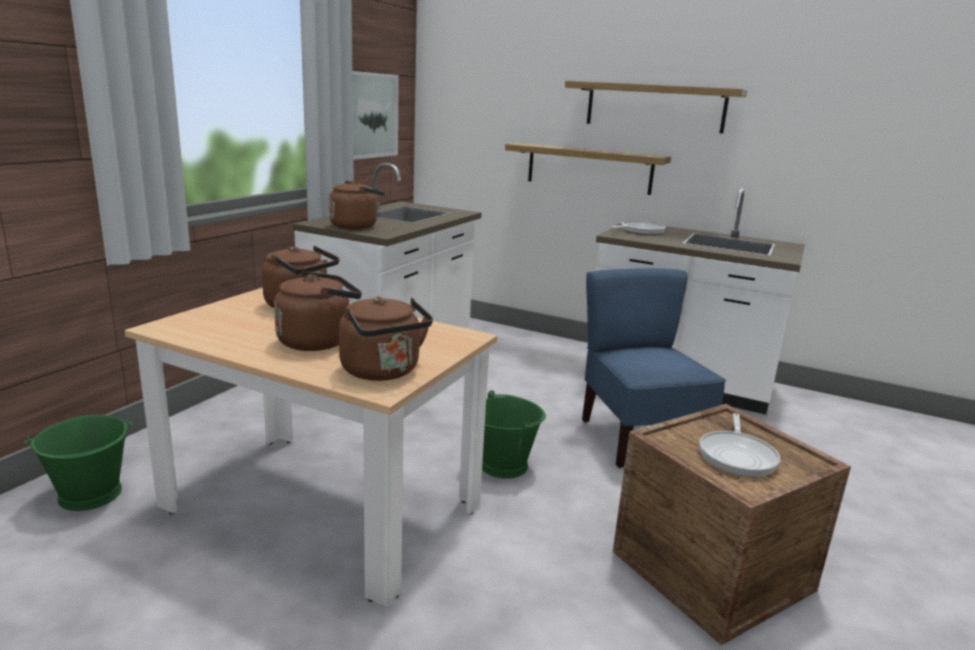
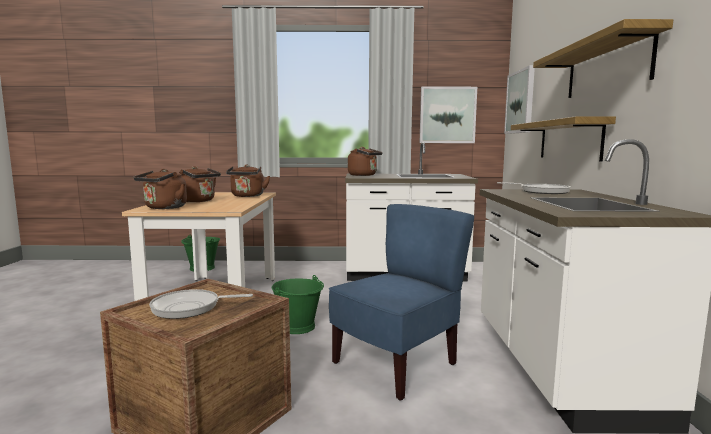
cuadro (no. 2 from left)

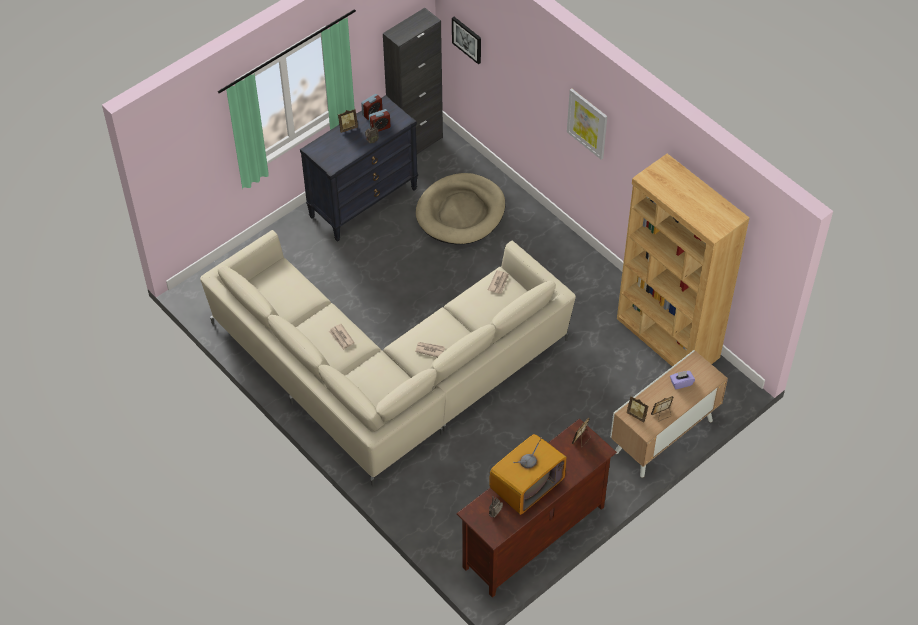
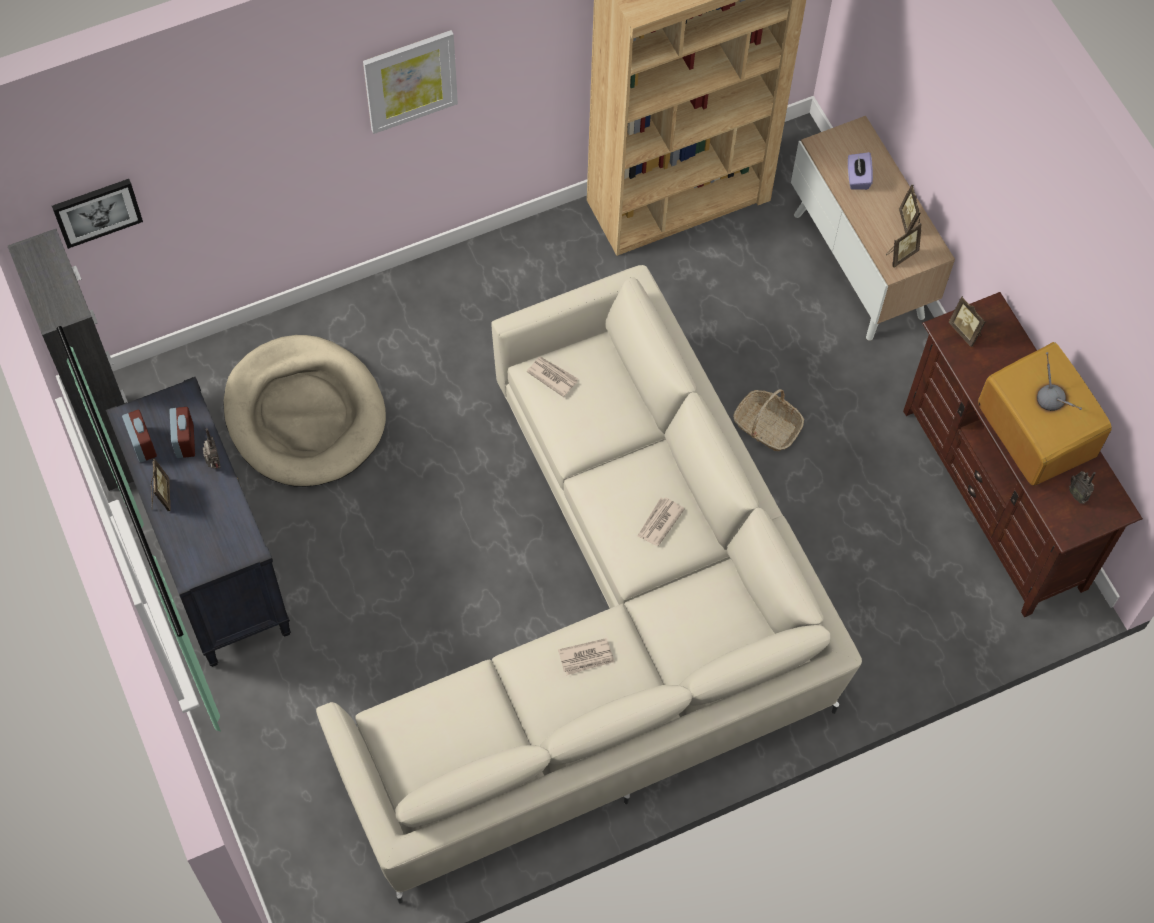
cesta

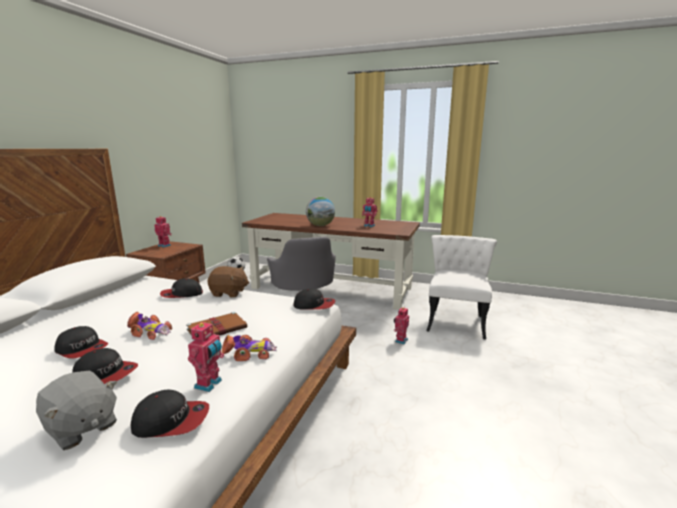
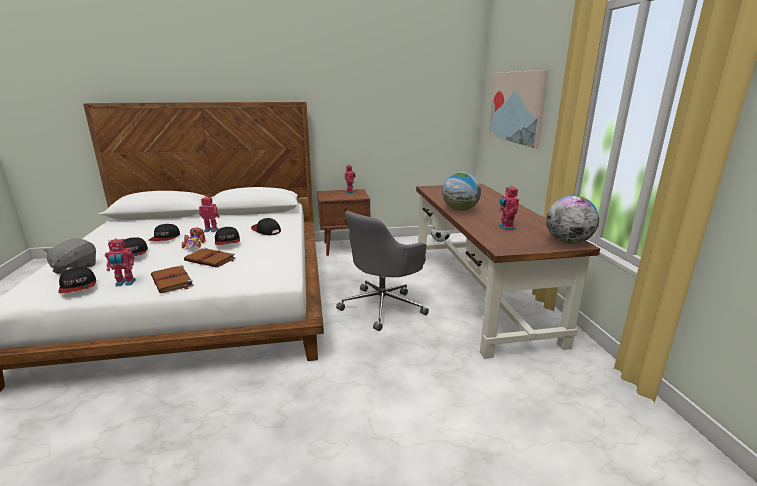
libro [marrón] (no. 1 from left); robot de juguete (no. 2 from left); gorra (no. 4 from left); cuadro; globo terráqueo (no. 2 from left); peluche [marrón]; silla [blanco]

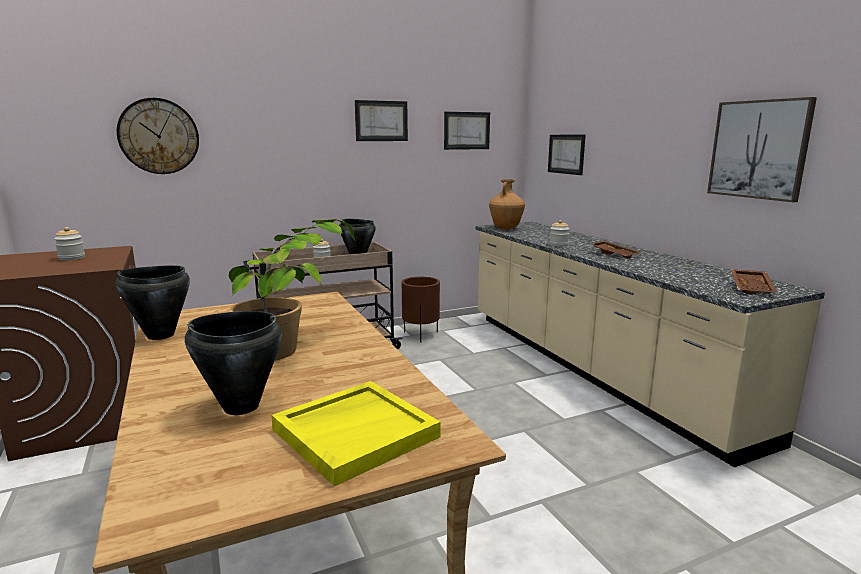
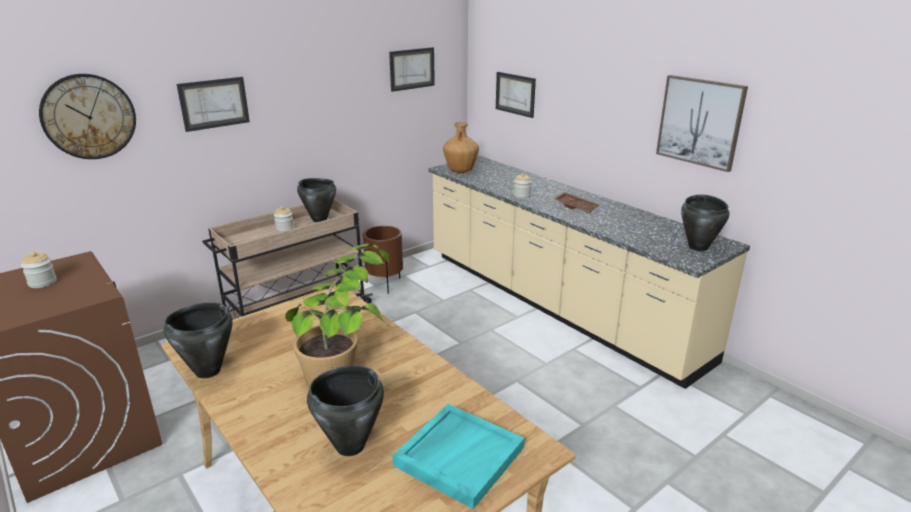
cuadro (no. 1 from left); bandeja [turquesa]; olla [negro] (no. 4 from left)

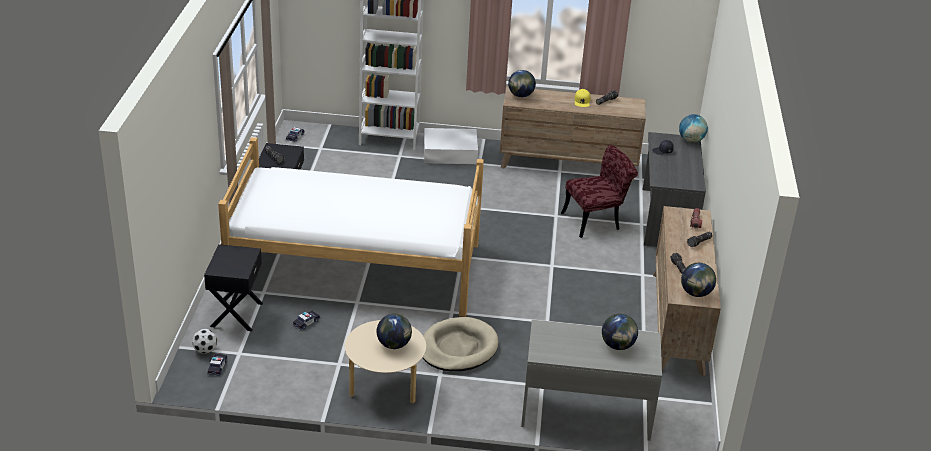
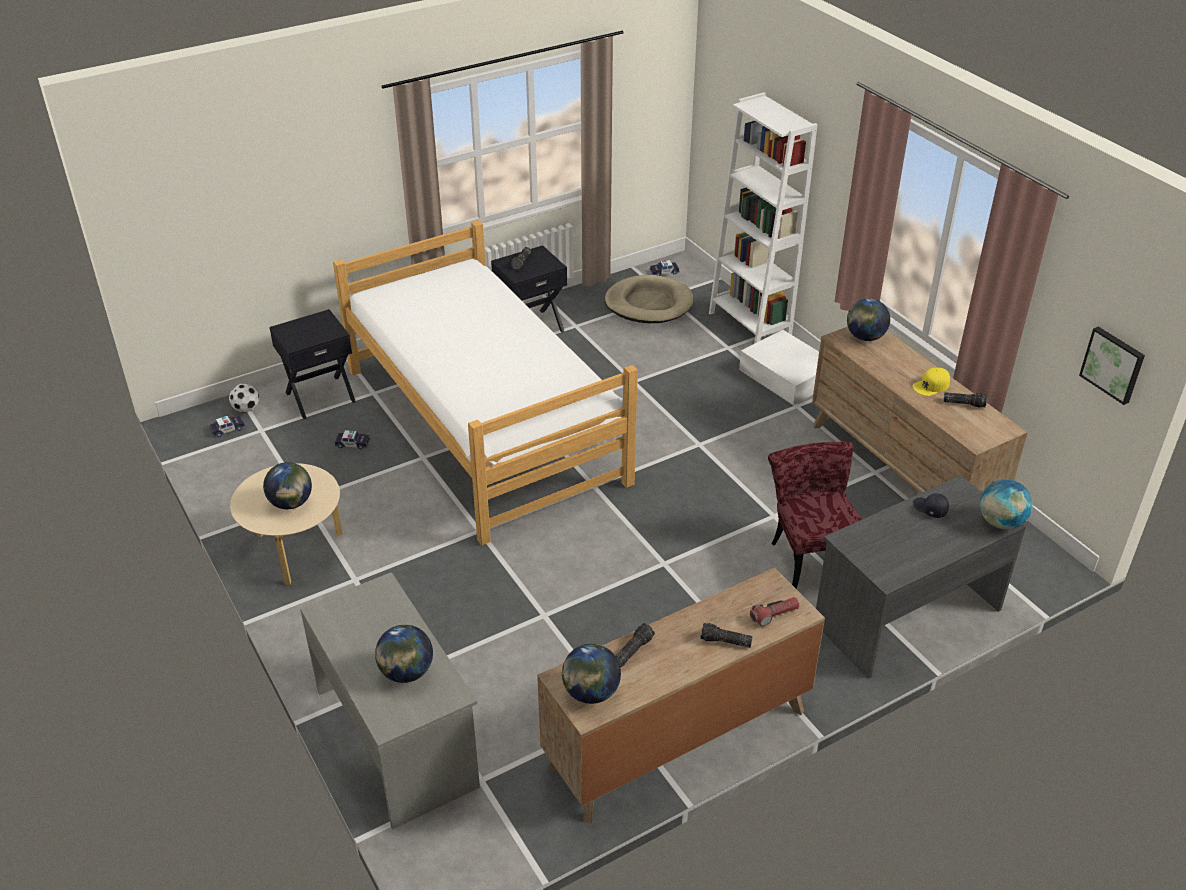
cama para perro [beis]; silla [rojo]; cuadro

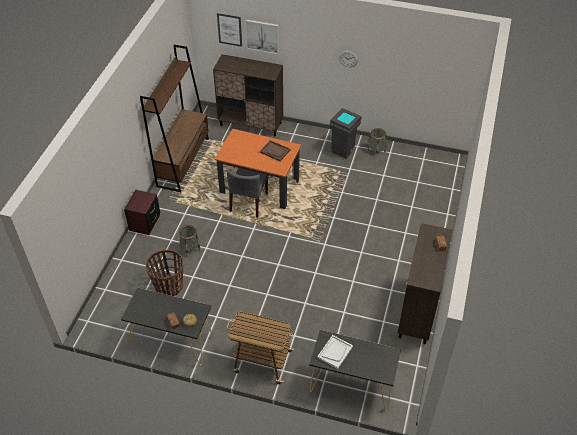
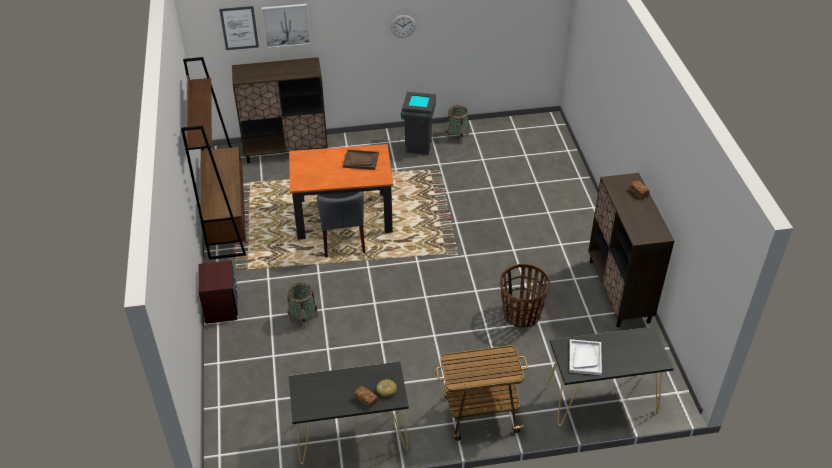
cesta (no. 3 from left)

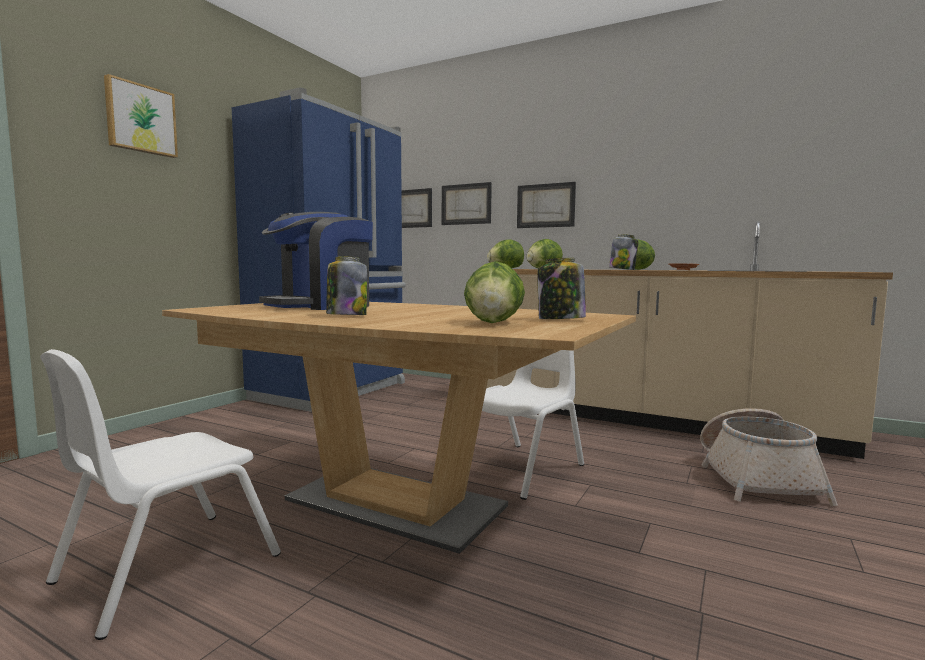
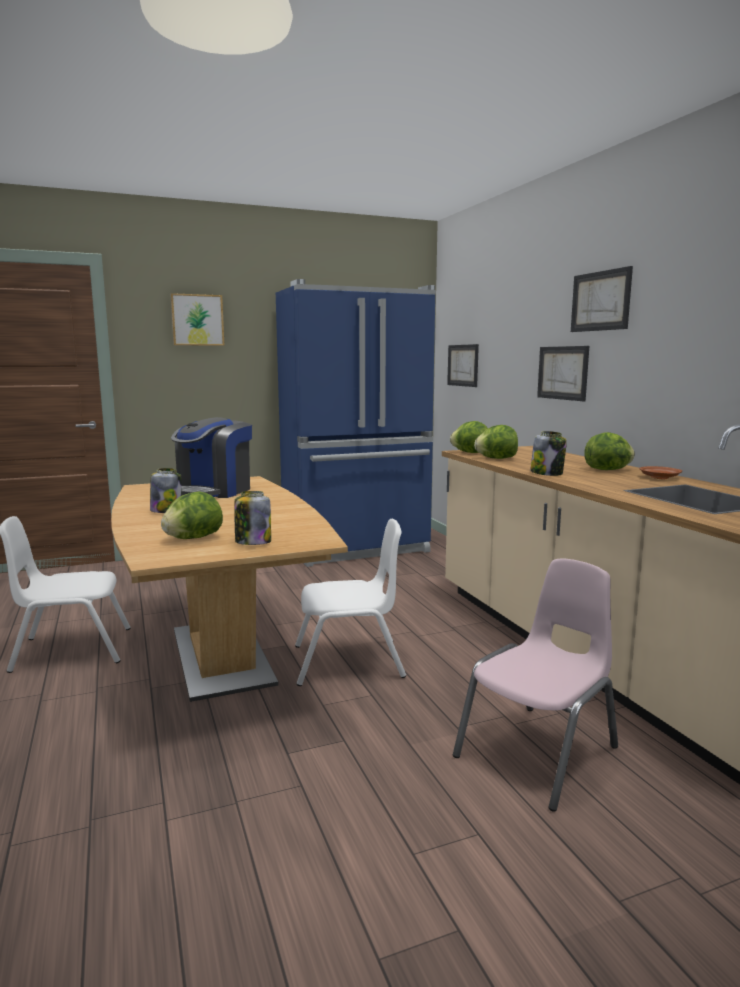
cafetera; silla [rosa]; cuadro (no. 4 from left)

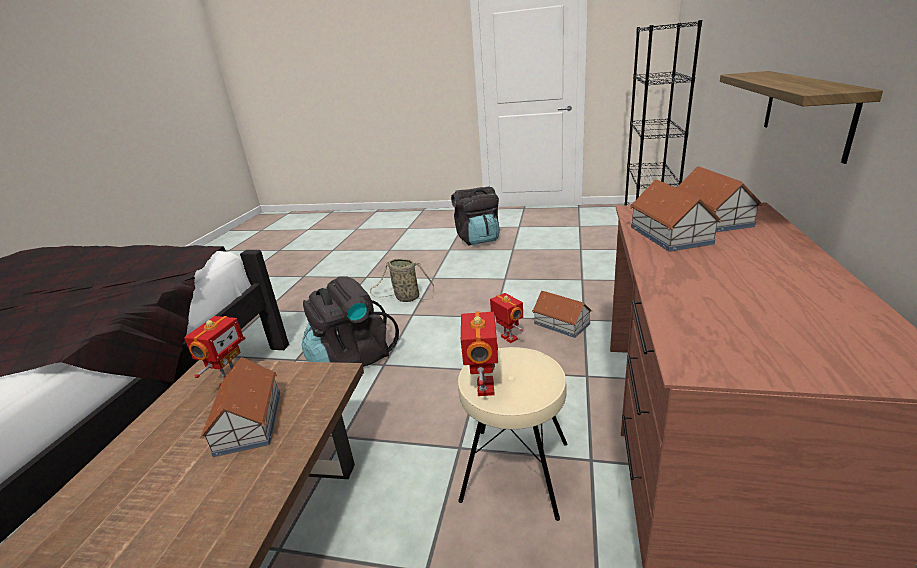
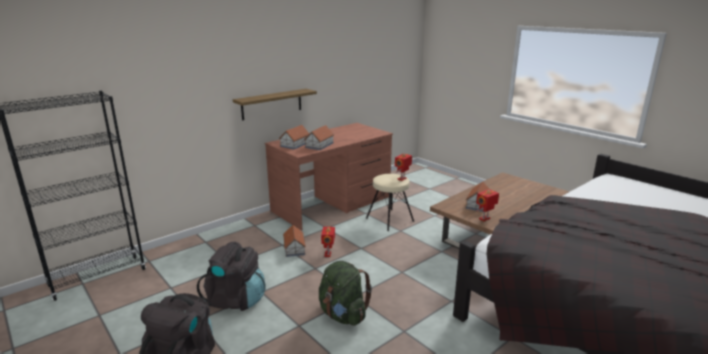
mochila [negro] (no. 2 from left); mochila [verde]

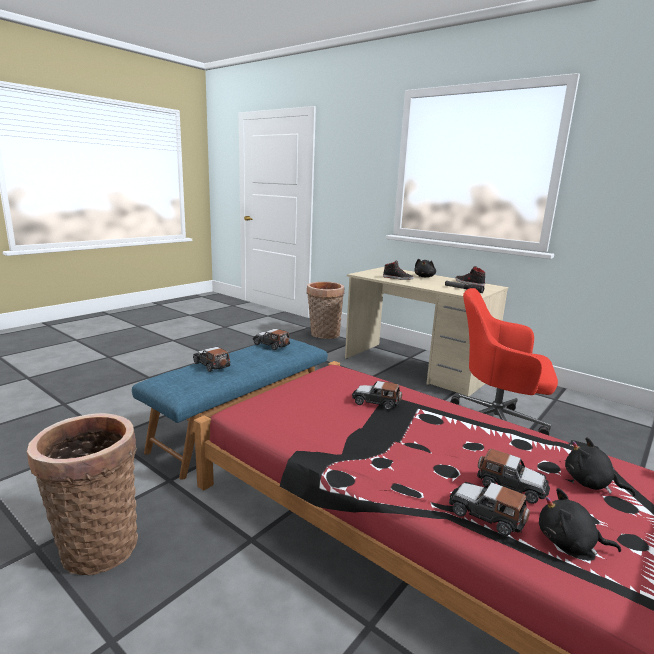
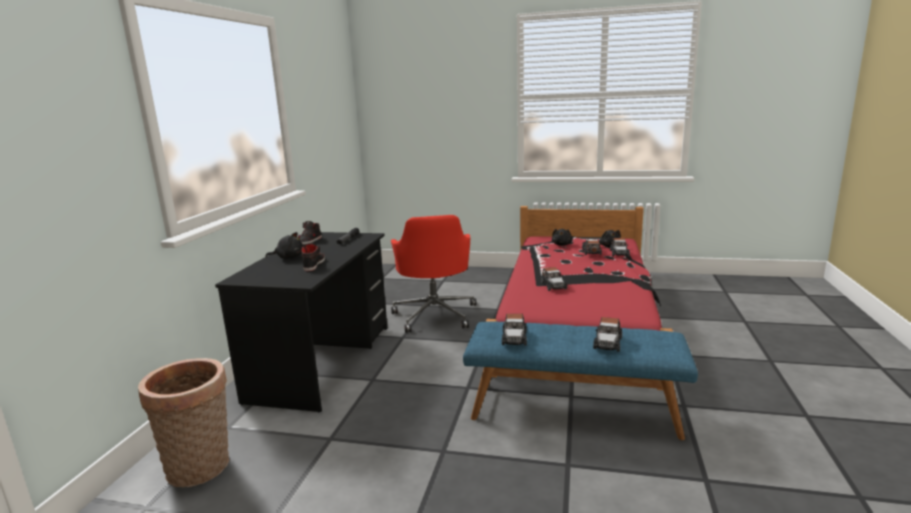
escritorio [negro]; cesta (no. 1 from left in the first image)

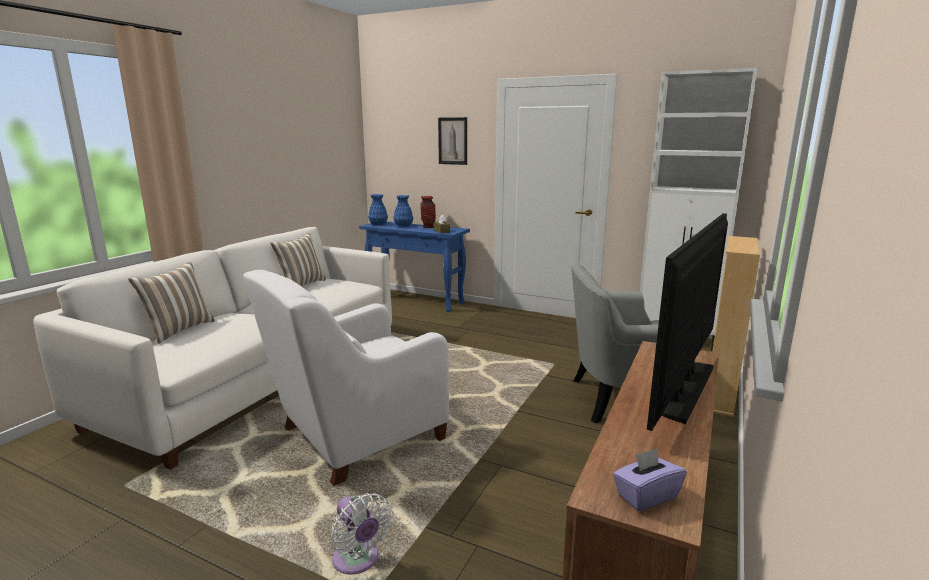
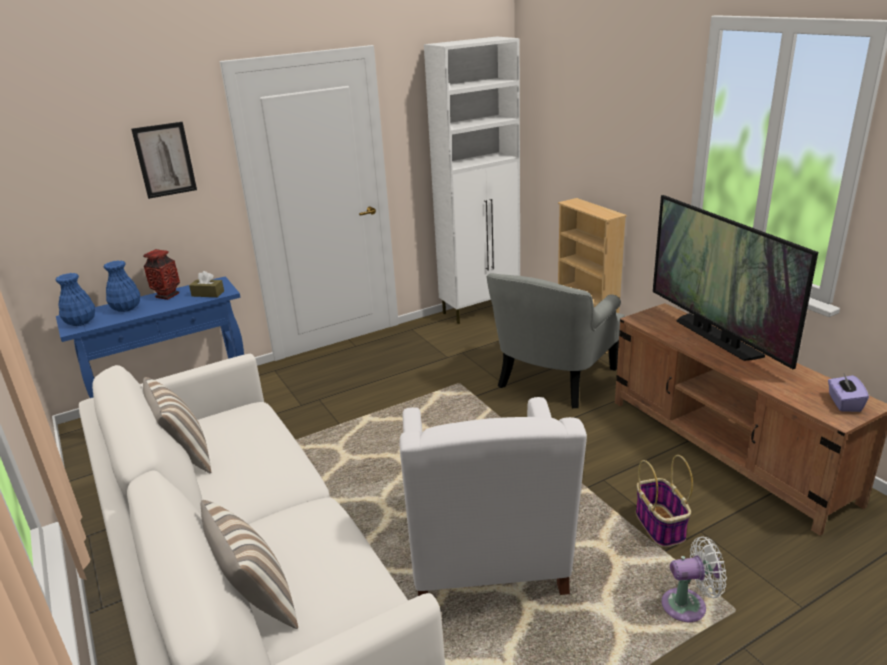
cesta

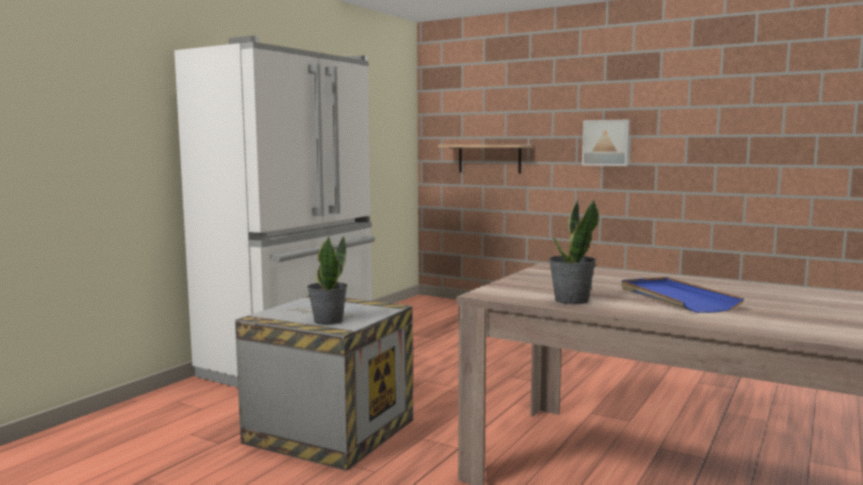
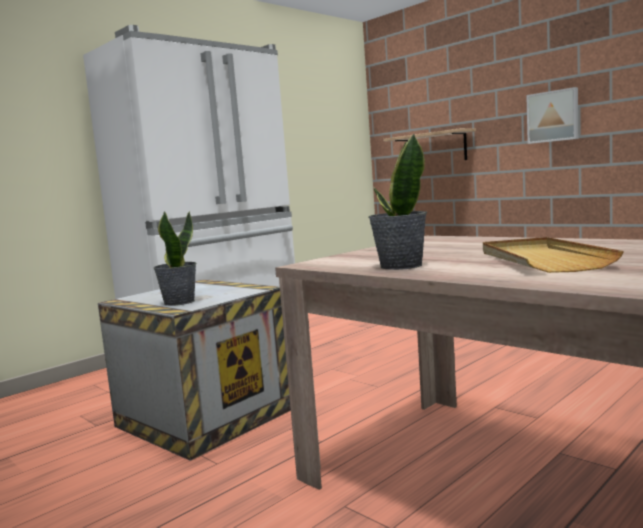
bandeja [beis]

